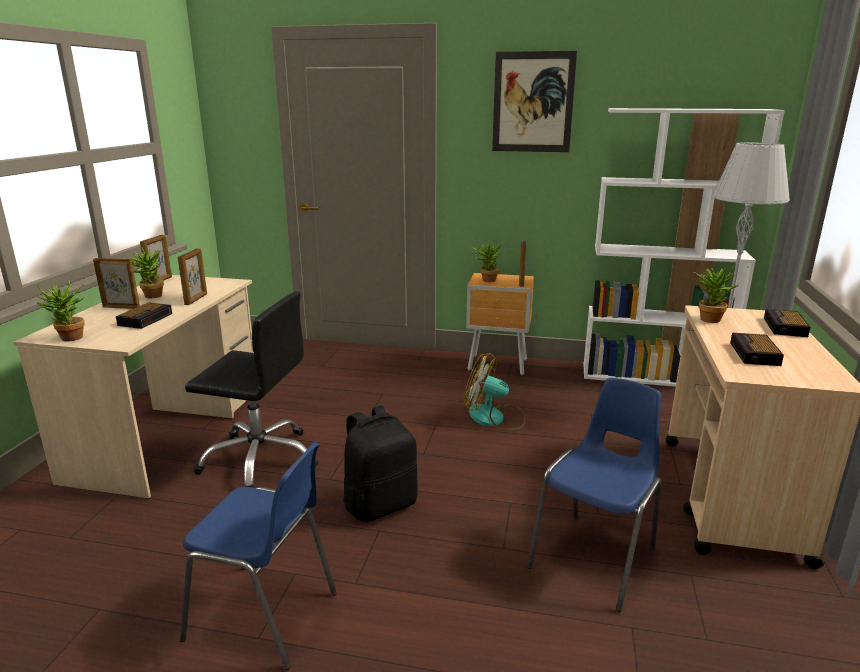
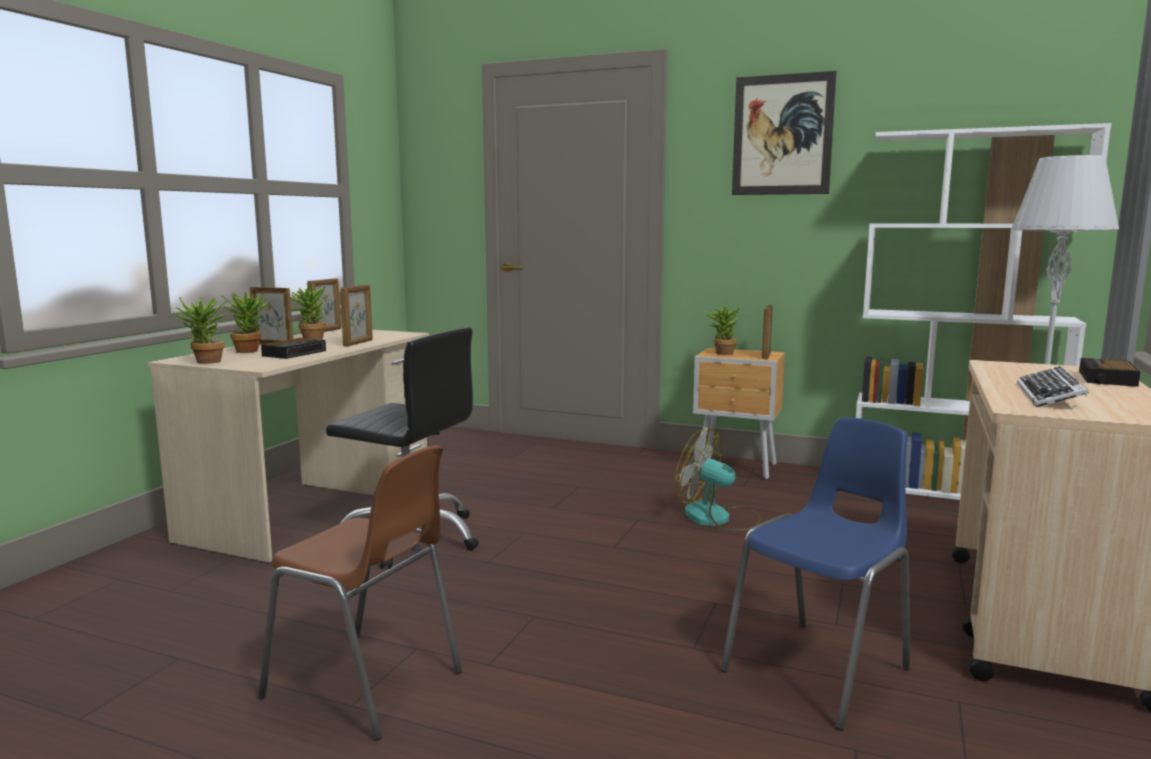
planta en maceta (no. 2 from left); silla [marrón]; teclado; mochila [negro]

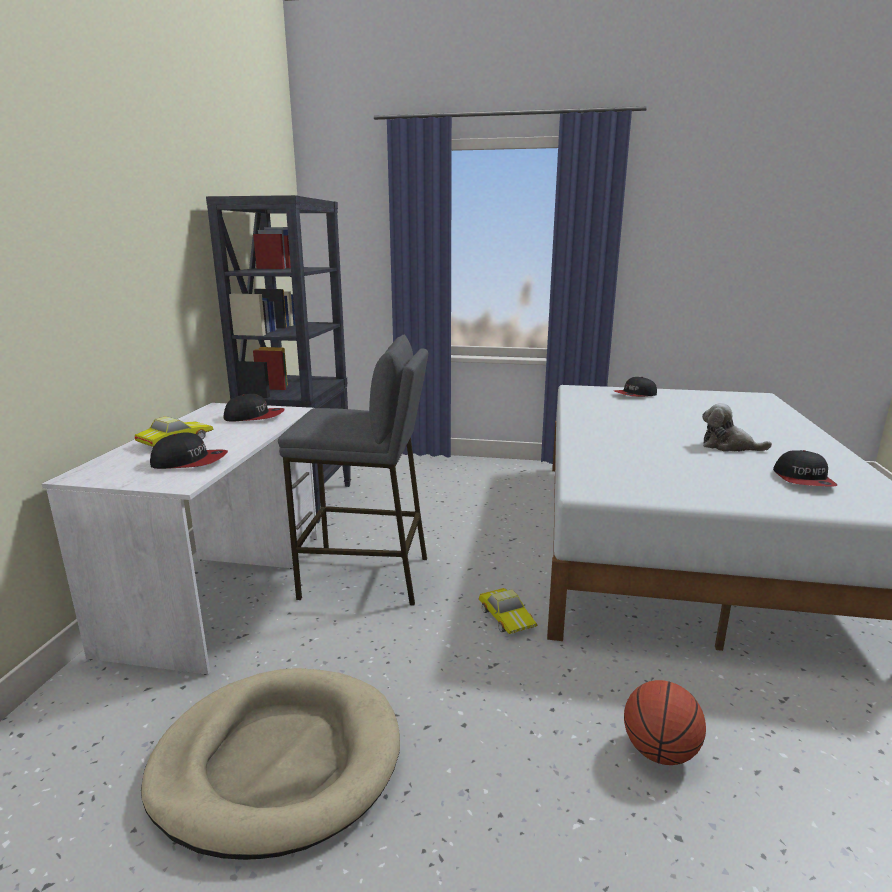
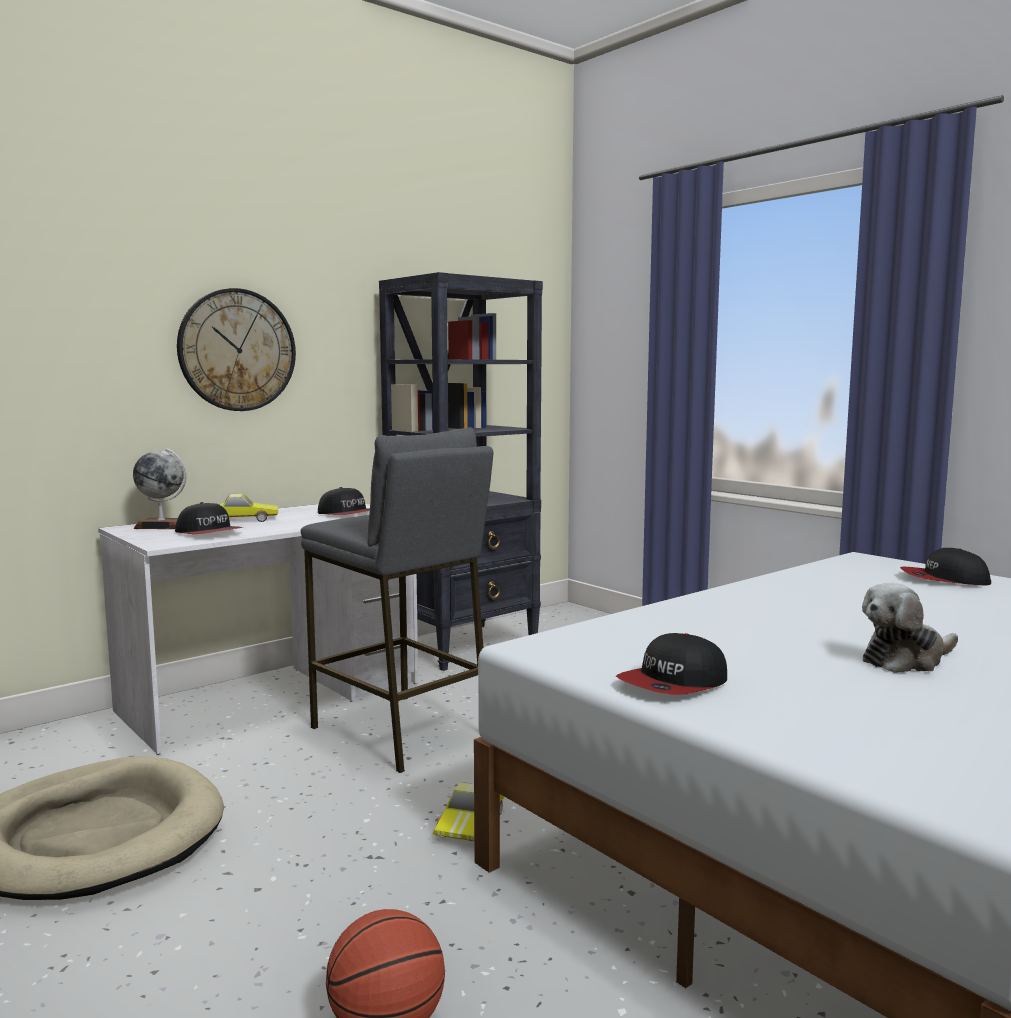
globo terráqueo; reloj de pared; gorra (no. 3 from left); peluche

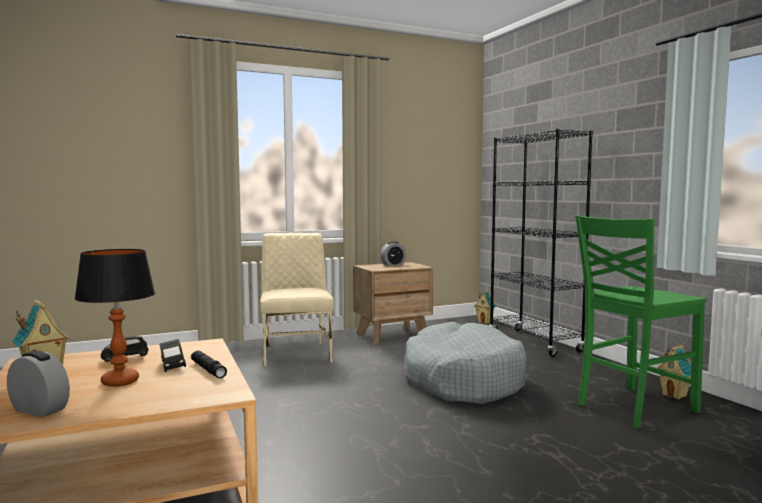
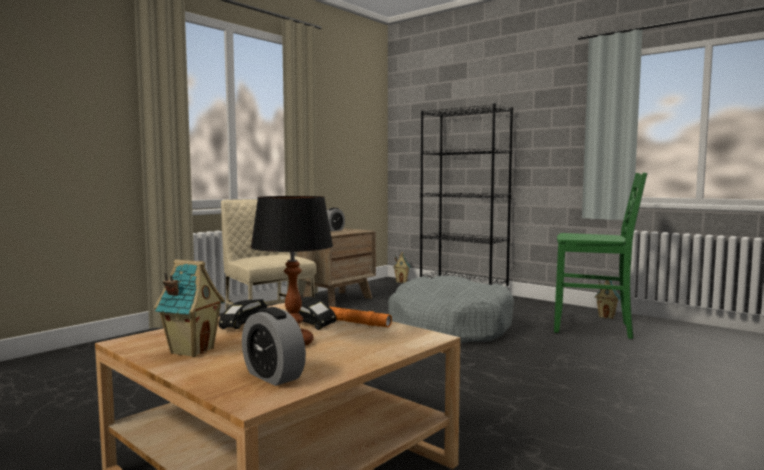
despertador (no. 1 from left); linterna [naranja]; silla [verde]

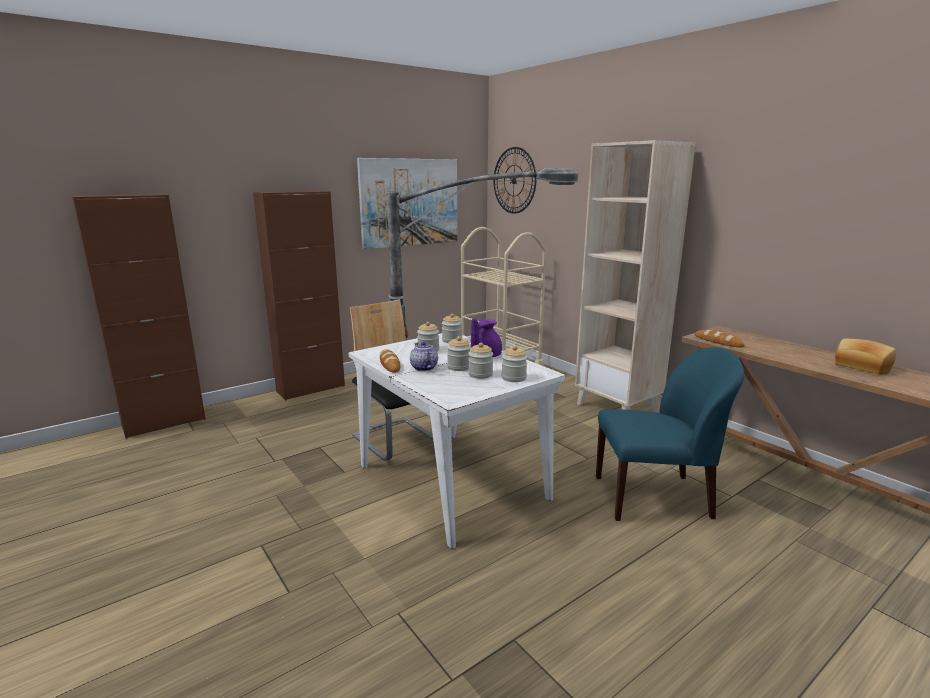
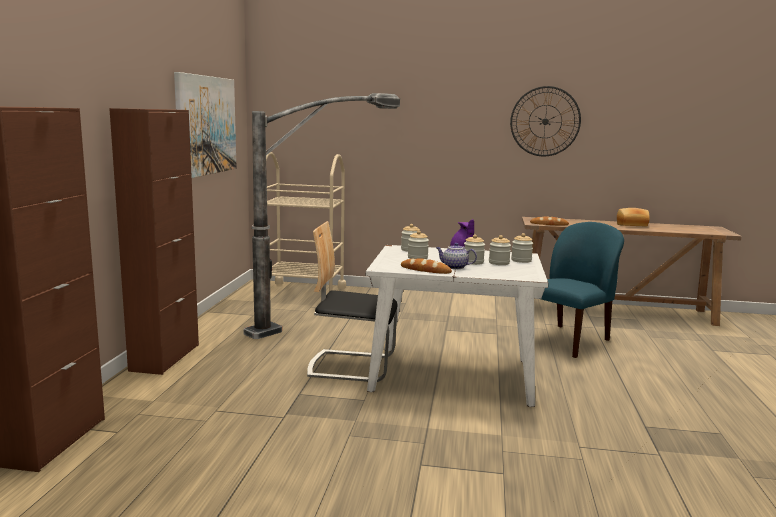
reloj de pared; estantería [beis]

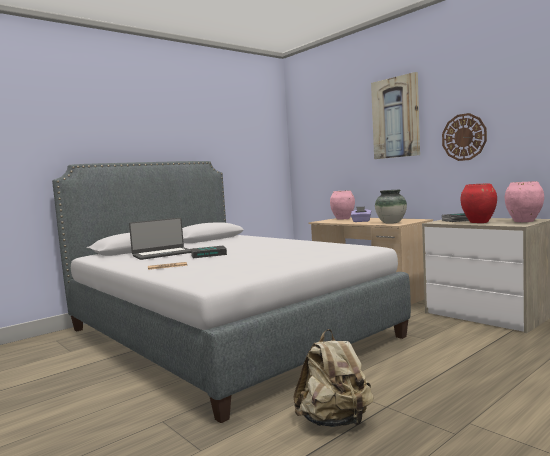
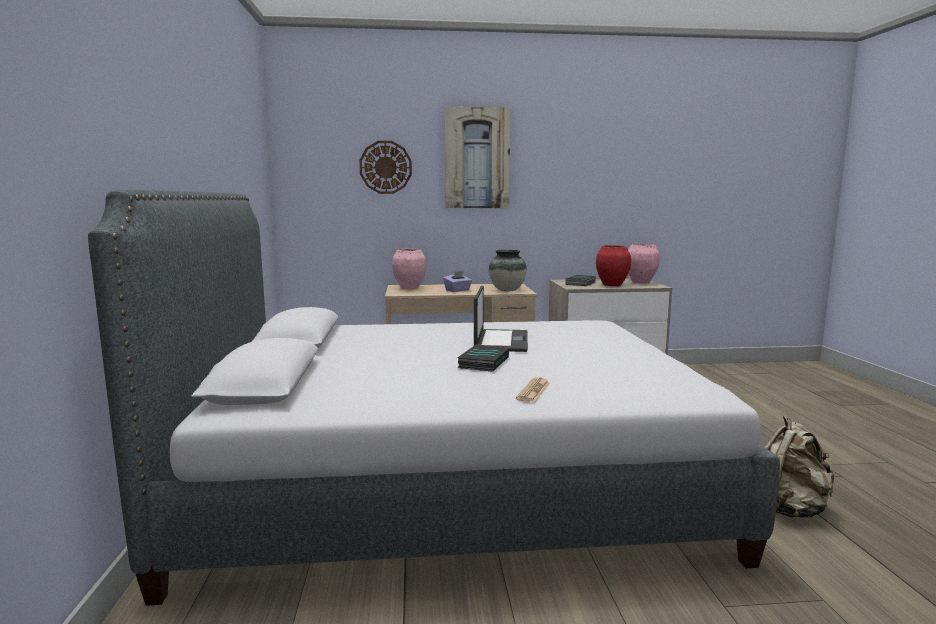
reloj de pared; portátil

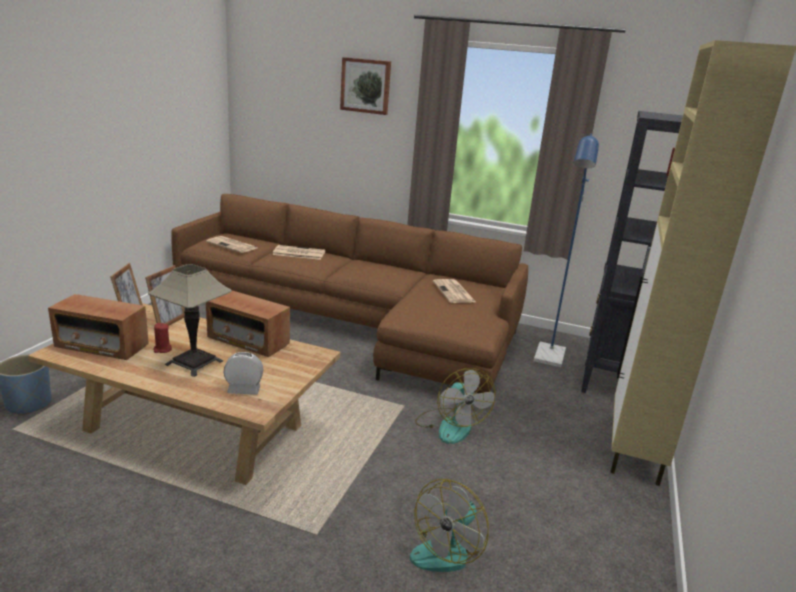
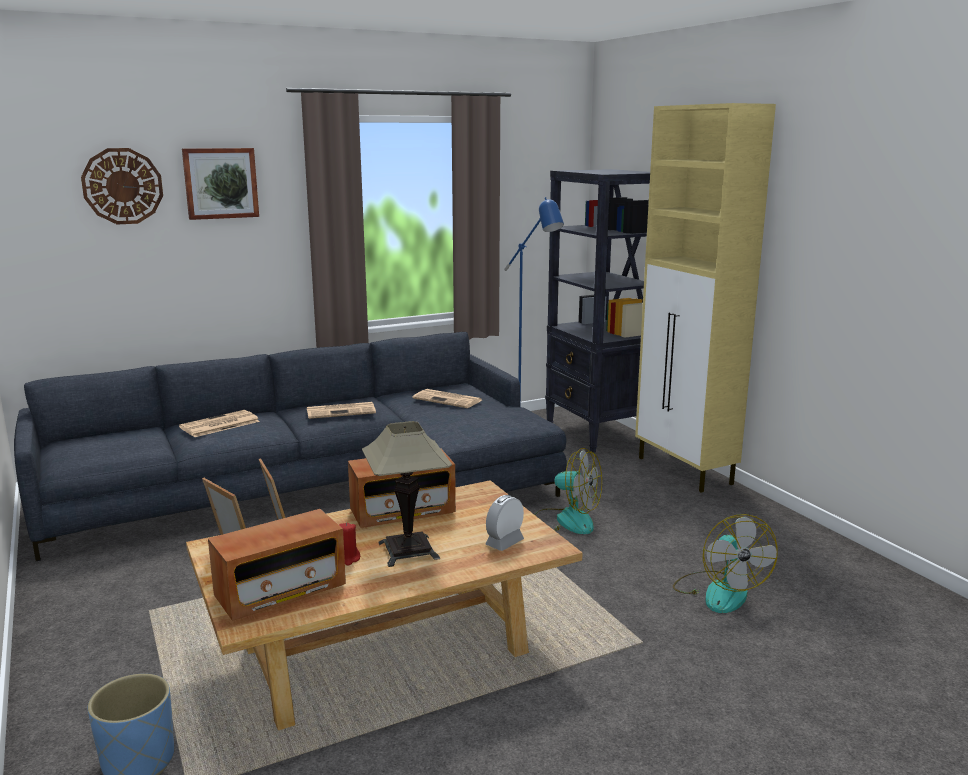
sofá [gris]; reloj de pared; periódico (no. 2 from left)

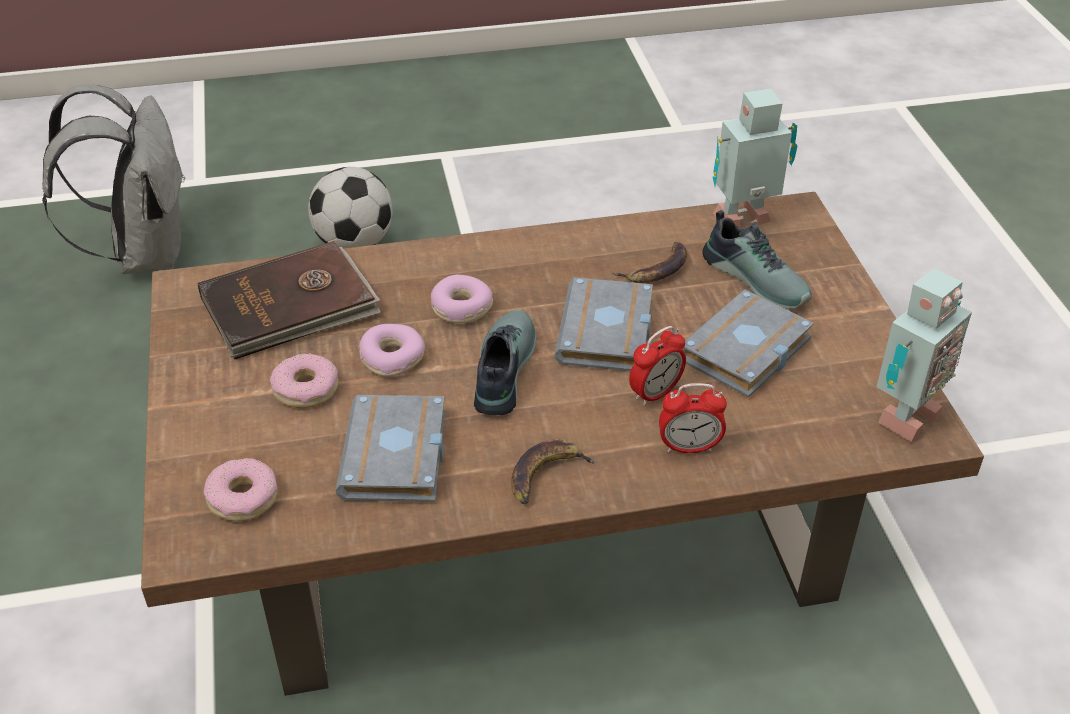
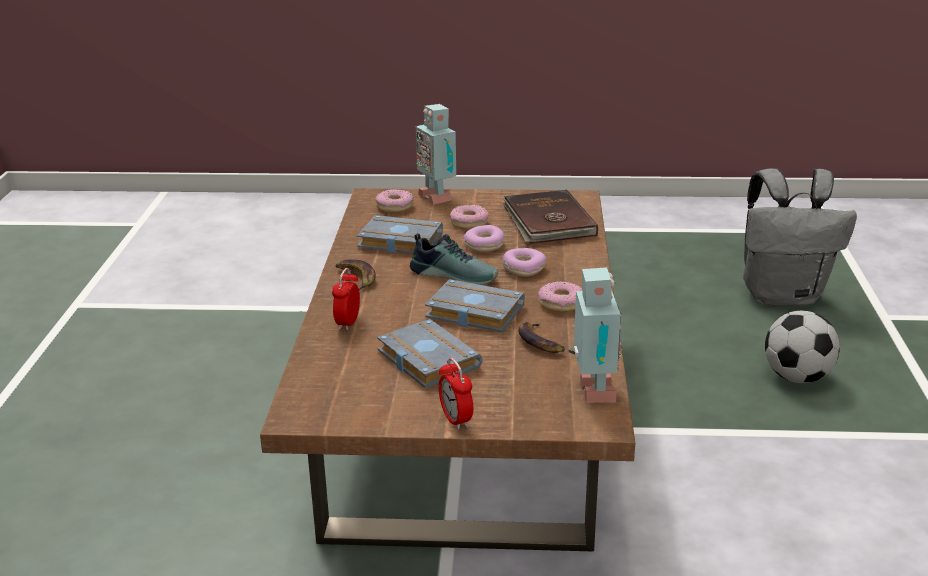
robot de juguete (no. 1 from left); despertador (no. 2 from left); rosquilla (no. 5 from left); zapato (no. 2 from left in the first image)

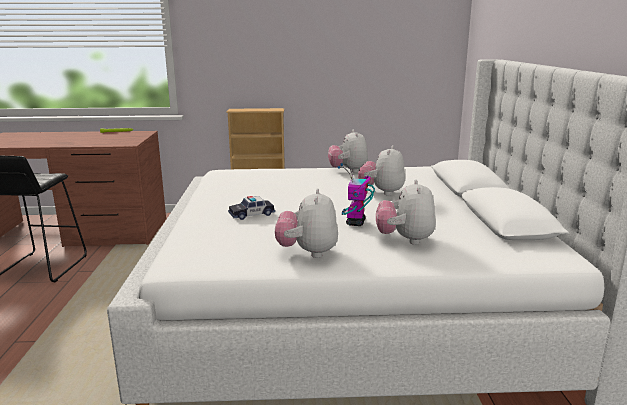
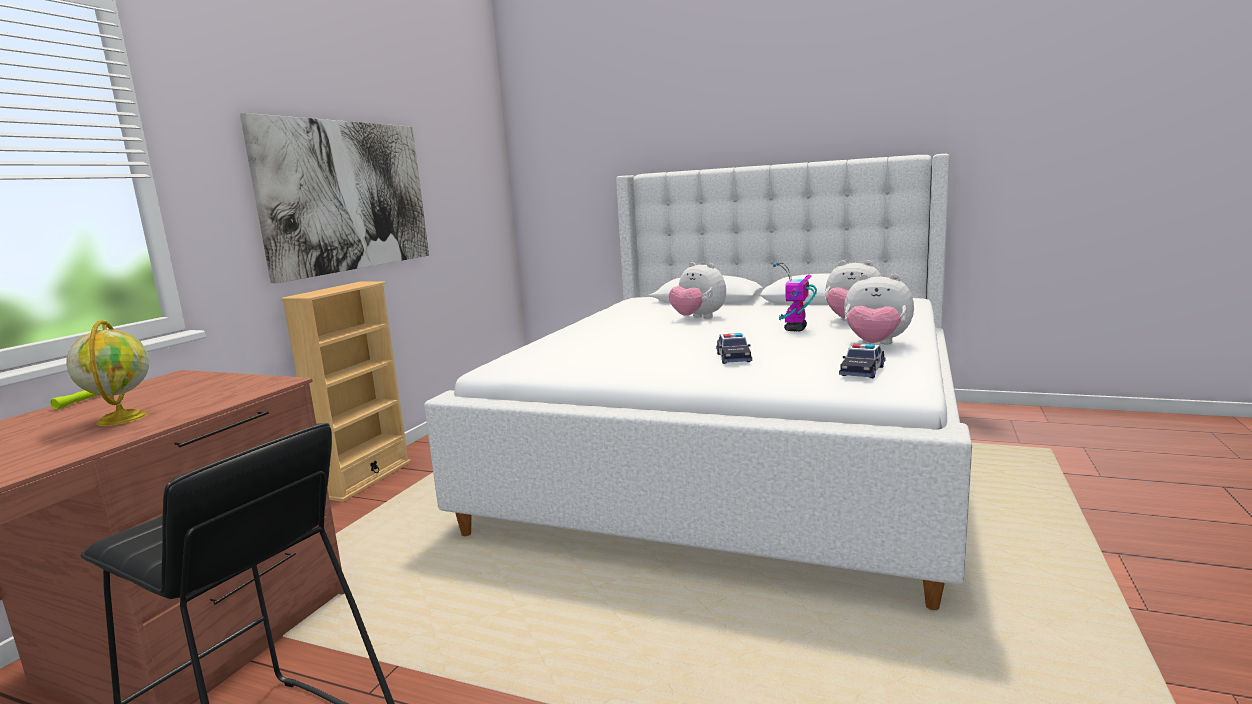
globo terráqueo; cuadro; robot de juguete; coche de juguete (no. 2 from left); peluche (no. 2 from left in the first image)

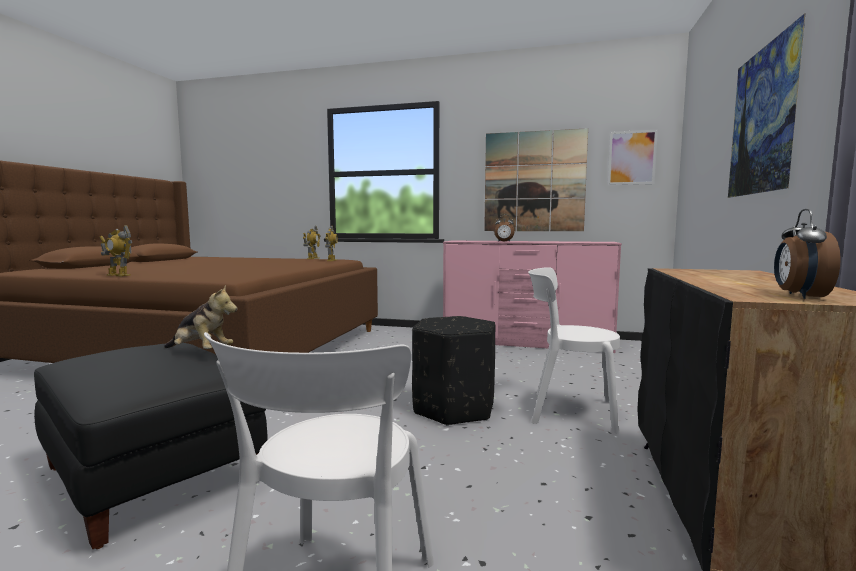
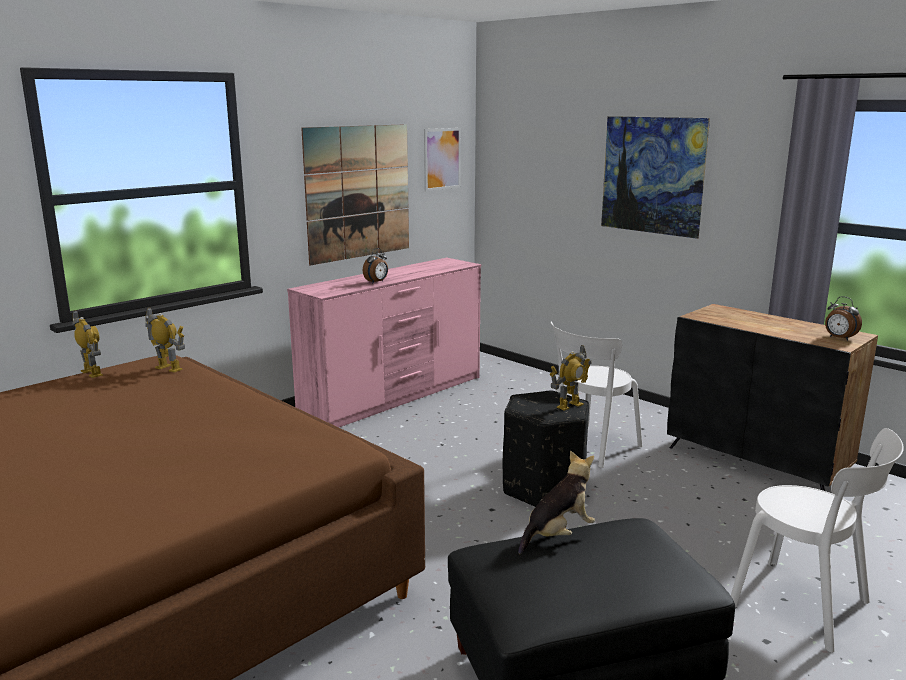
robot de juguete (no. 3 from left)

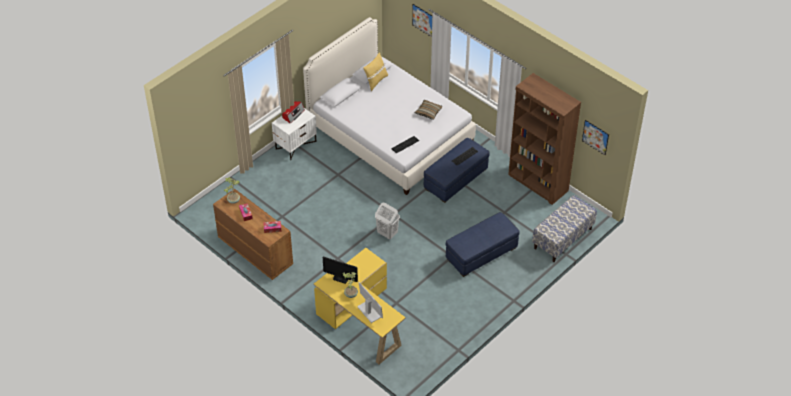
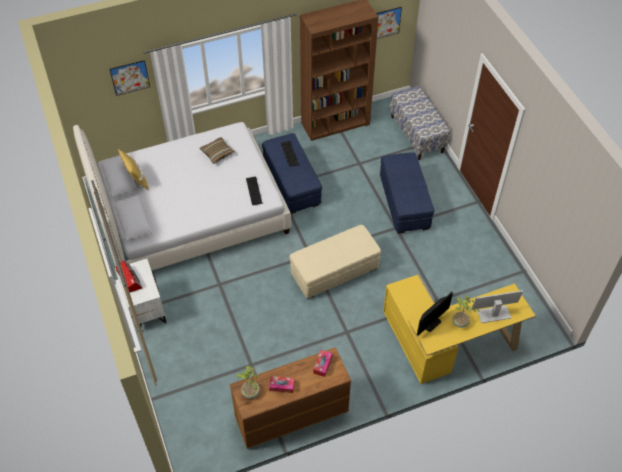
puf [beis]

